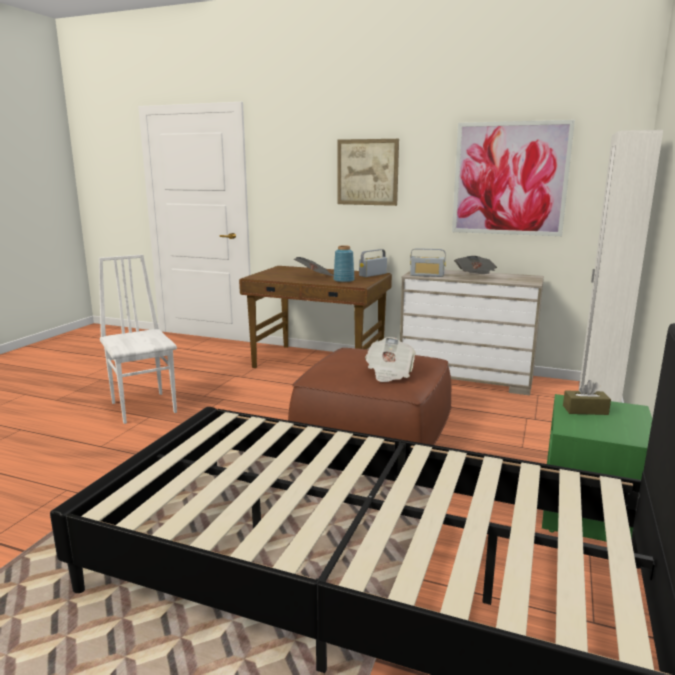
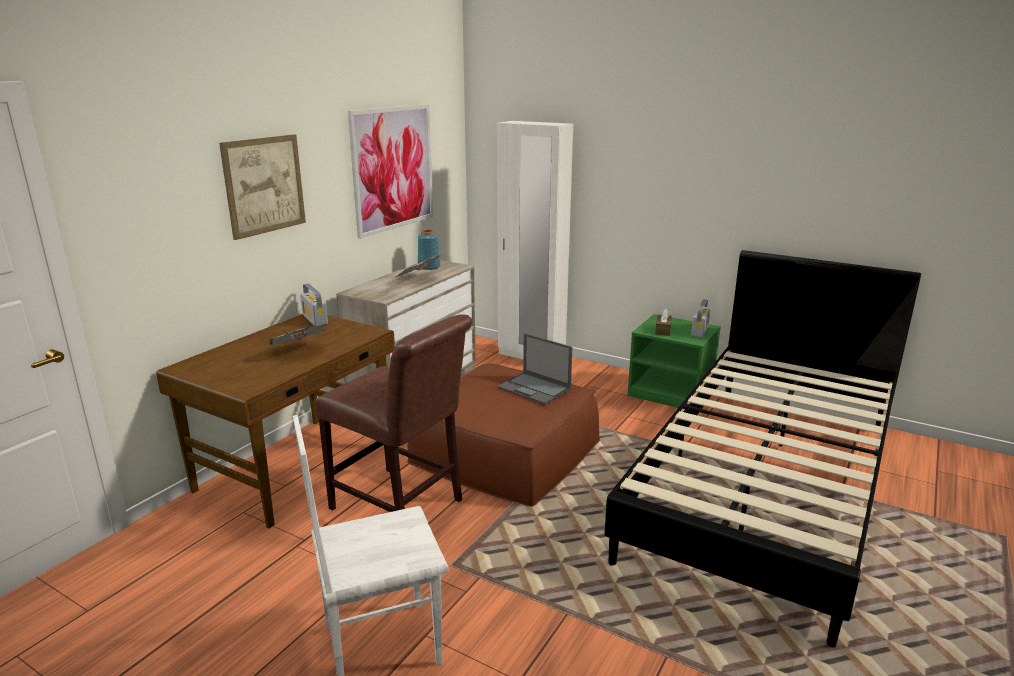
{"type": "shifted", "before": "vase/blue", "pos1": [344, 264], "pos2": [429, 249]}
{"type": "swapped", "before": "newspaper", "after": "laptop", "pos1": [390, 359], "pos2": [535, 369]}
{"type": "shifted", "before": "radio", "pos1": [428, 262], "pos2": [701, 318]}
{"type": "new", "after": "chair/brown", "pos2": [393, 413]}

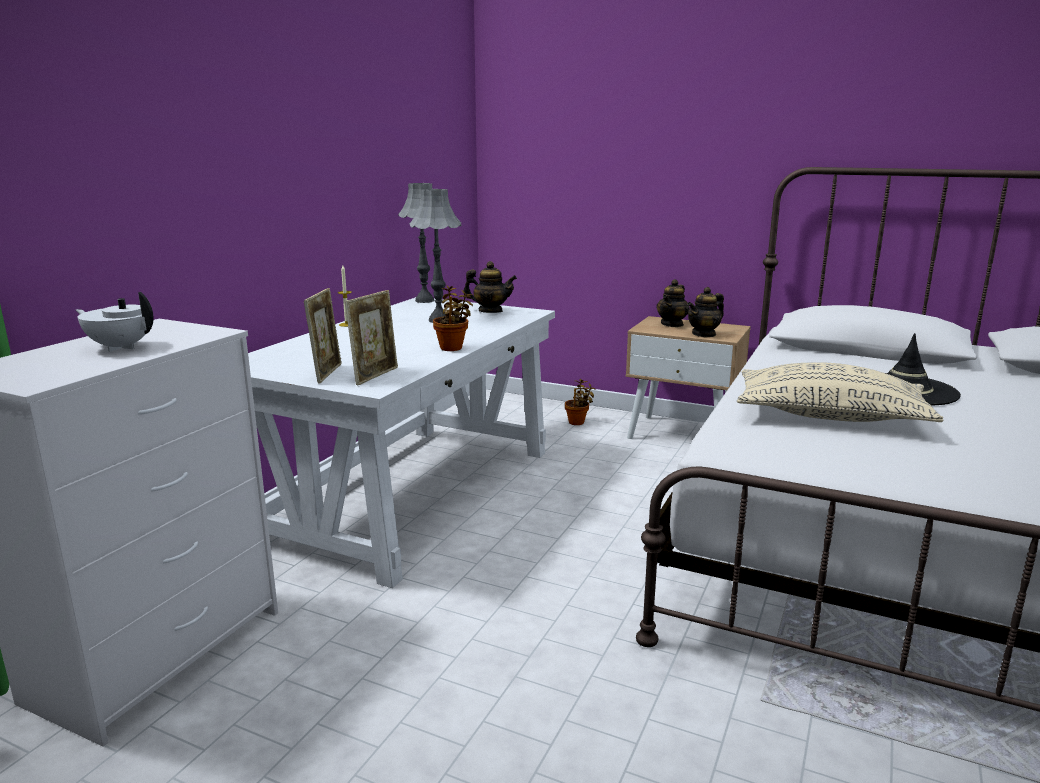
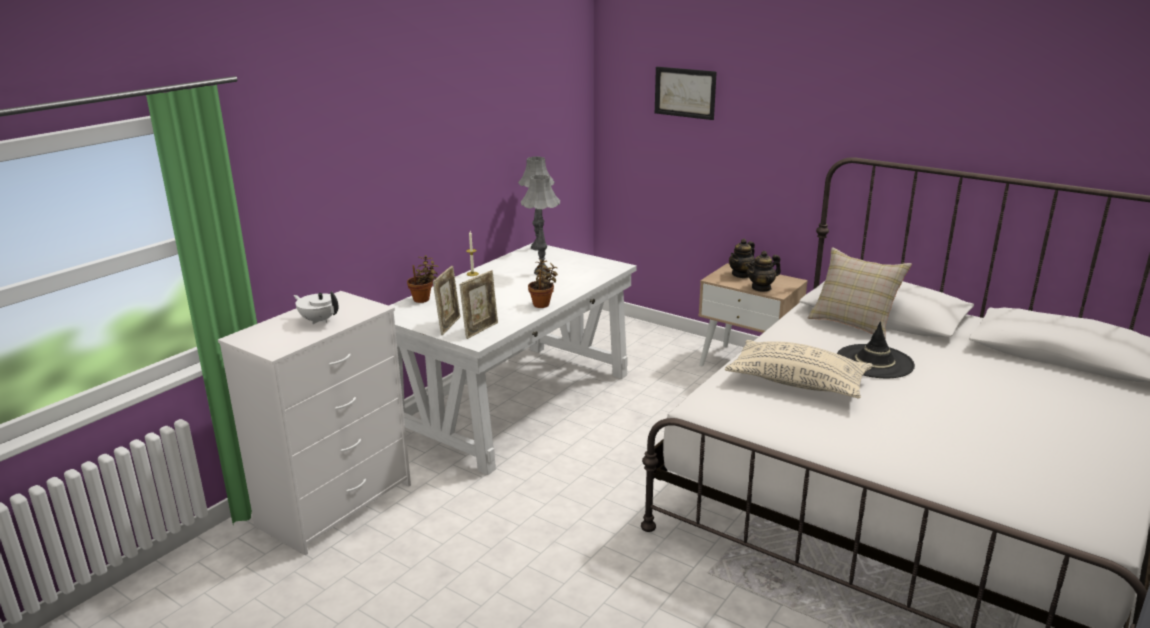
{"type": "gone", "before": "teapot", "pos1": [490, 287]}
{"type": "shifted", "before": "potted plant", "pos1": [580, 402], "pos2": [423, 279]}
{"type": "new", "after": "picture", "pos2": [686, 93]}
{"type": "new", "after": "pillow/beige", "pos2": [860, 293]}

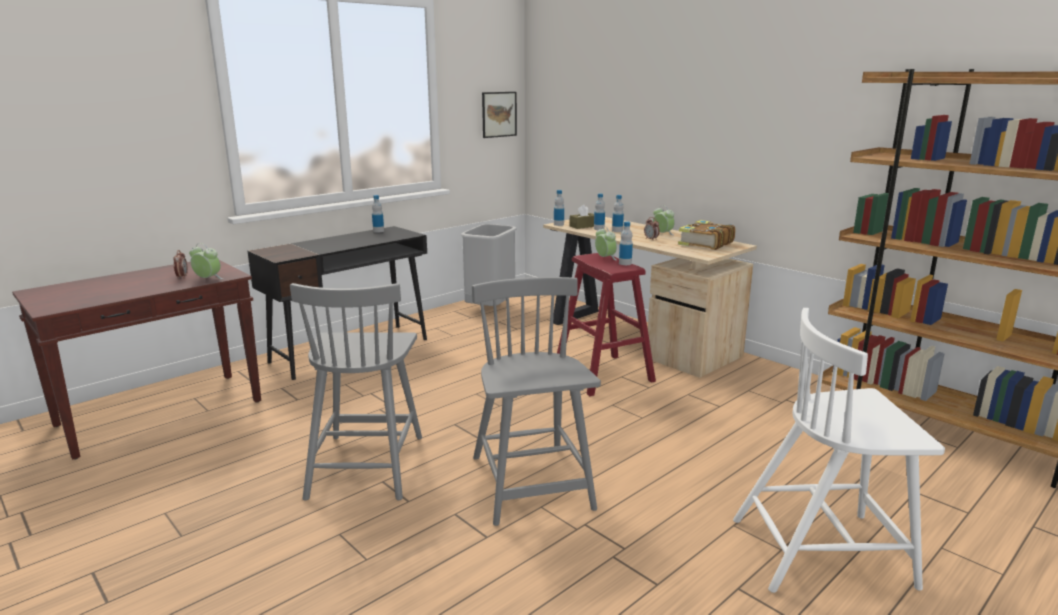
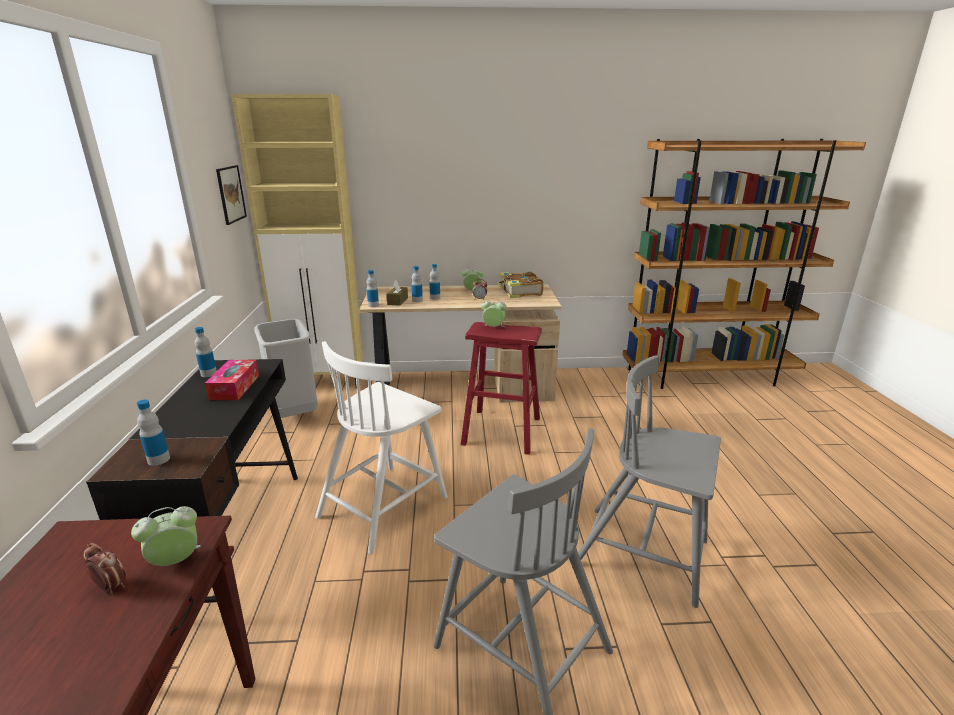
{"type": "shifted", "before": "bottle", "pos1": [626, 243], "pos2": [153, 432]}
{"type": "shifted", "before": "chair/white", "pos1": [839, 450], "pos2": [381, 447]}
{"type": "new", "after": "tissue box", "pos2": [232, 380]}
{"type": "new", "after": "cabinet/beige", "pos2": [297, 241]}

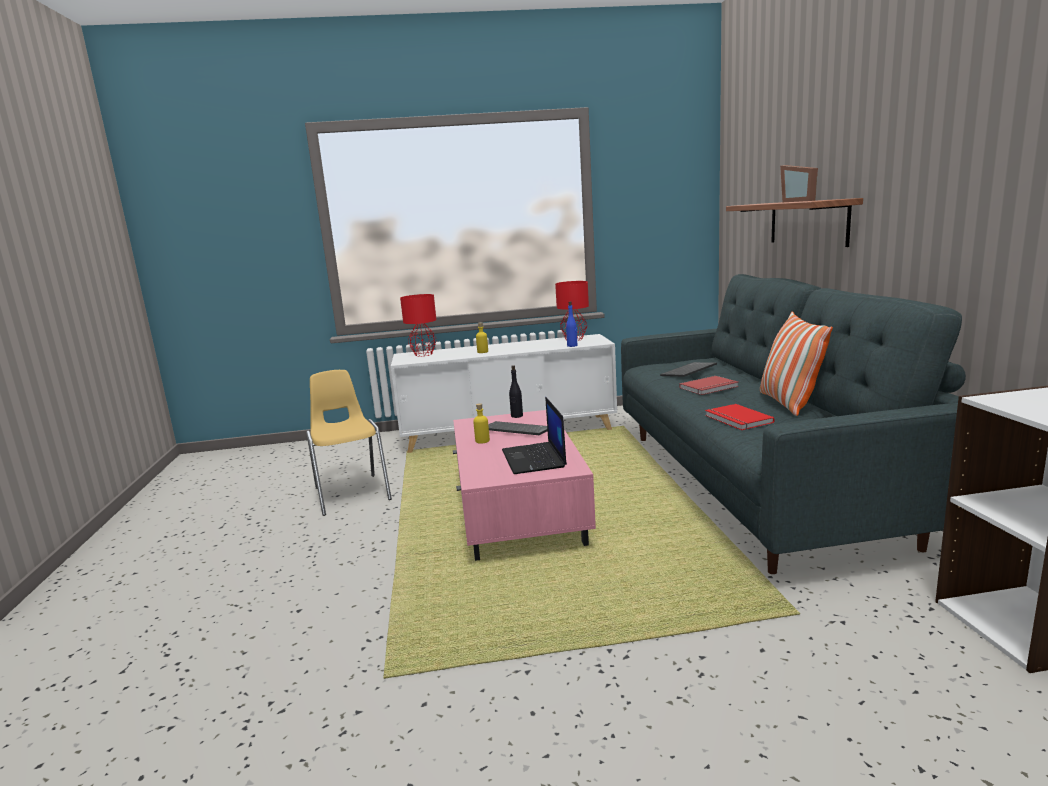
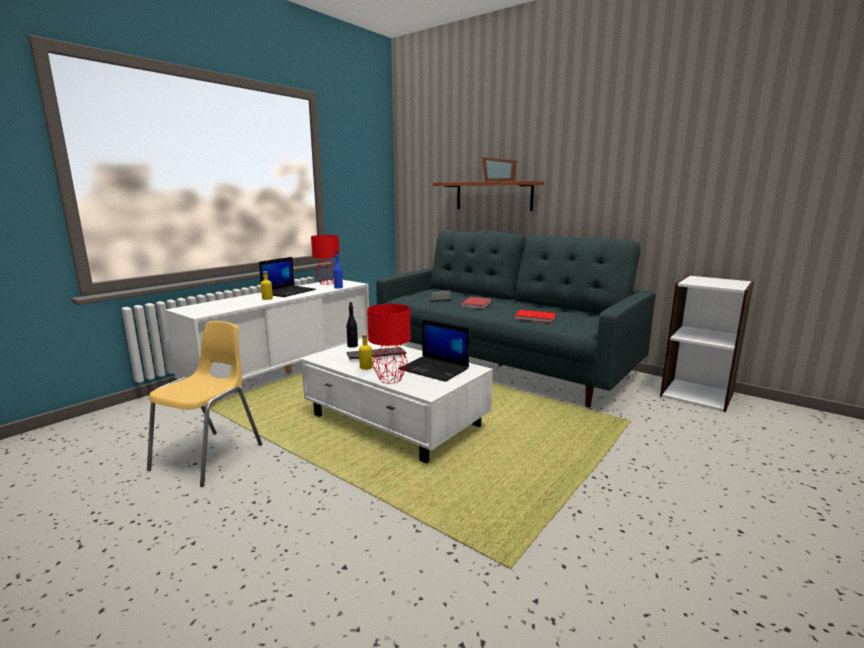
{"type": "rotated", "before": "chair/yellow", "pos1": [349, 443], "pos2": [204, 404], "turn": 90}
{"type": "shifted", "before": "table lamp/red", "pos1": [418, 325], "pos2": [389, 344]}
{"type": "repainted", "before": "coffee table/pink", "after": "coffee table/white", "pos1": [524, 485], "pos2": [397, 400]}
{"type": "gone", "before": "pillow", "pos1": [796, 363]}
{"type": "new", "after": "laptop", "pos2": [287, 277]}

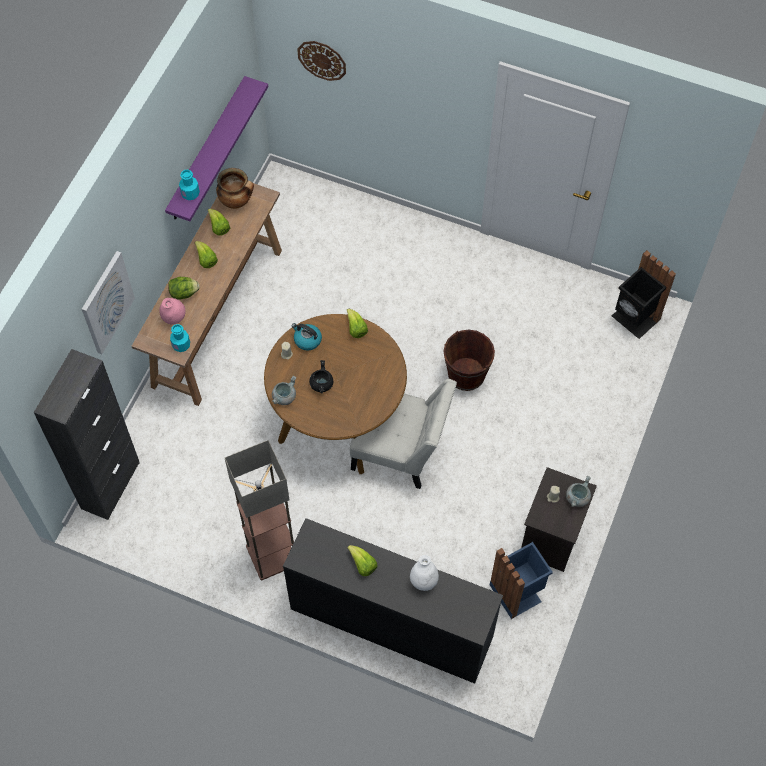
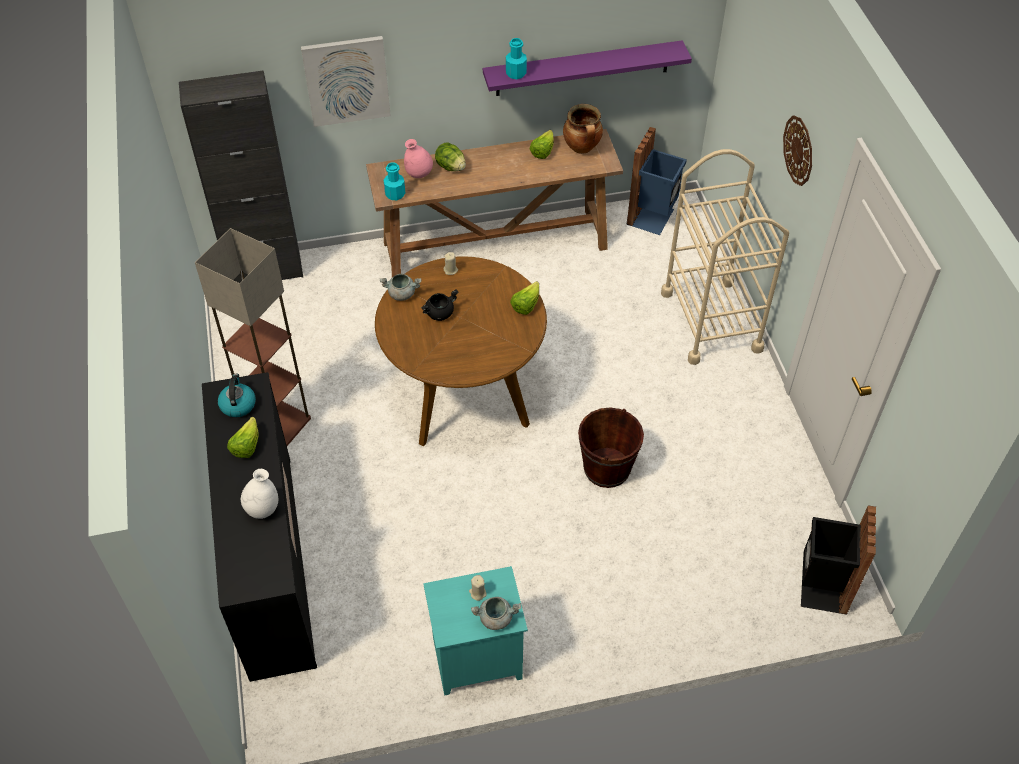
{"type": "gone", "before": "lettuce", "pos1": [206, 254]}
{"type": "shifted", "before": "kettle", "pos1": [306, 337], "pos2": [237, 395]}
{"type": "shifted", "before": "wall clock", "pos1": [321, 61], "pos2": [797, 150]}
{"type": "gone", "before": "chair/white", "pos1": [403, 434]}
{"type": "shifted", "before": "trash can/blue", "pos1": [521, 580], "pos2": [657, 181]}
{"type": "repainted", "before": "nightstand/black", "after": "nightstand/turquoise", "pos1": [559, 519], "pos2": [475, 631]}
{"type": "new", "after": "cart/beige", "pos2": [725, 257]}

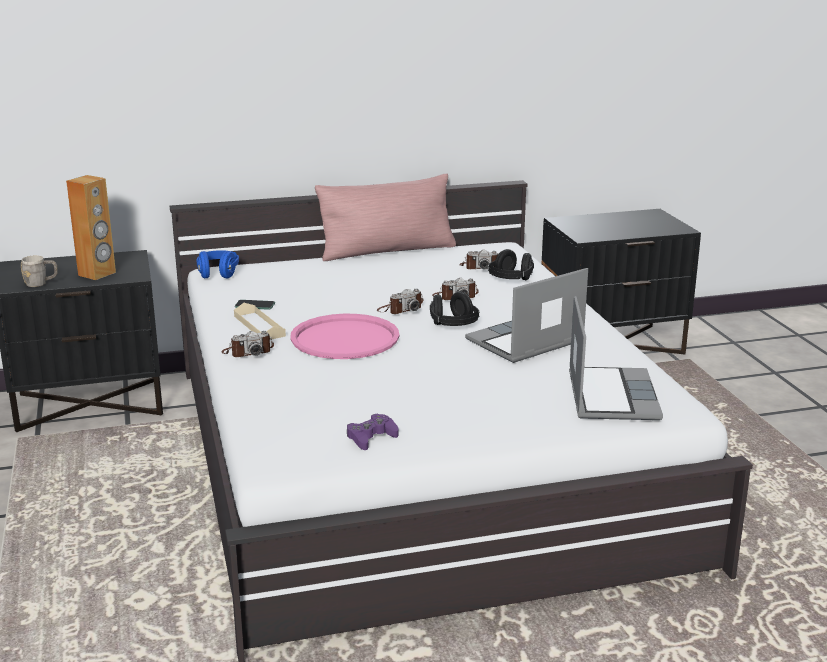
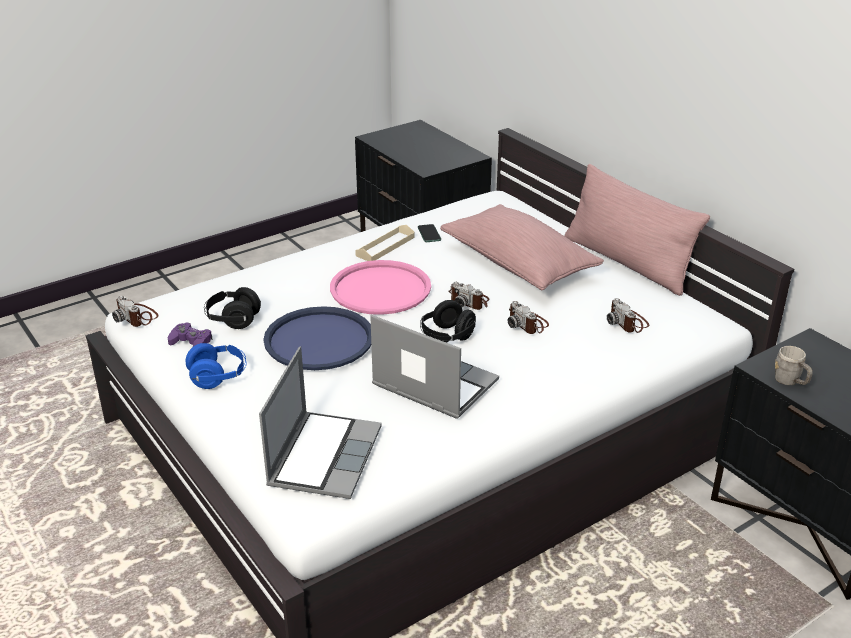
{"type": "shifted", "before": "mug/grey", "pos1": [39, 271], "pos2": [794, 365]}
{"type": "gone", "before": "speaker/brown", "pos1": [91, 227]}
{"type": "shifted", "before": "headphones/blue", "pos1": [217, 264], "pos2": [216, 366]}
{"type": "shifted", "before": "photo camera", "pos1": [248, 344], "pos2": [135, 311]}
{"type": "shifted", "before": "headphones/black", "pos1": [511, 264], "pos2": [232, 308]}
{"type": "rotated", "before": "laptop", "pos1": [616, 358], "pos2": [320, 422], "turn": -60}
{"type": "new", "after": "tray/blue", "pos2": [317, 338]}
{"type": "new", "after": "pillow/pink", "pos2": [522, 247]}

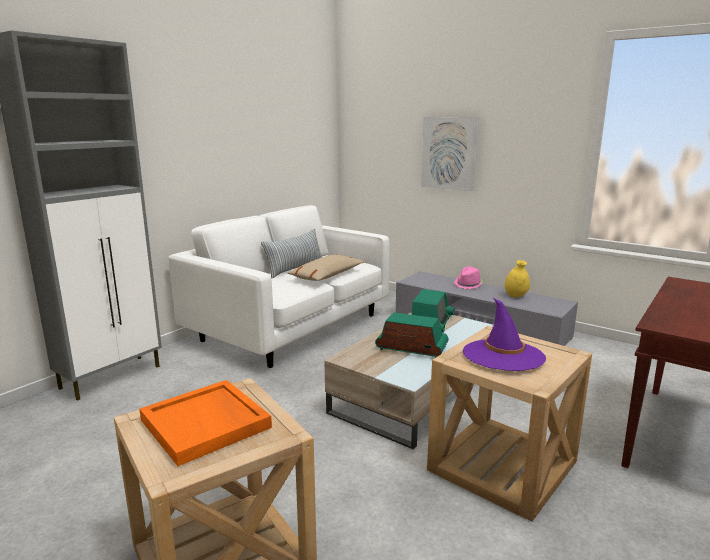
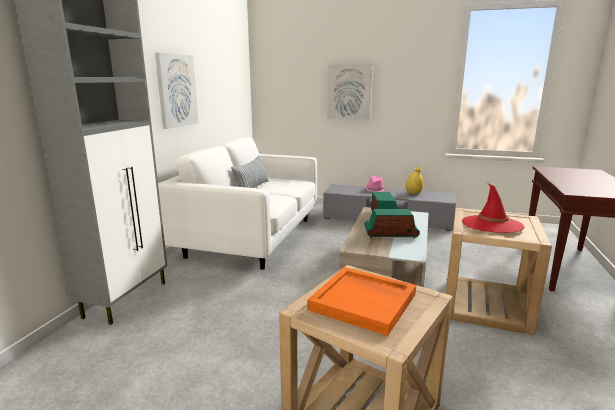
{"type": "gone", "before": "pillow/beige", "pos1": [326, 267]}
{"type": "repainted", "before": "hat/purple", "after": "hat/red", "pos1": [504, 334], "pos2": [493, 208]}
{"type": "new", "after": "picture", "pos2": [176, 91]}

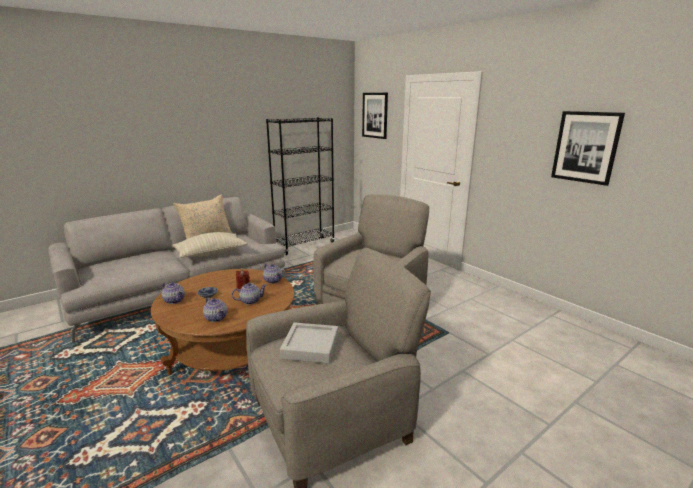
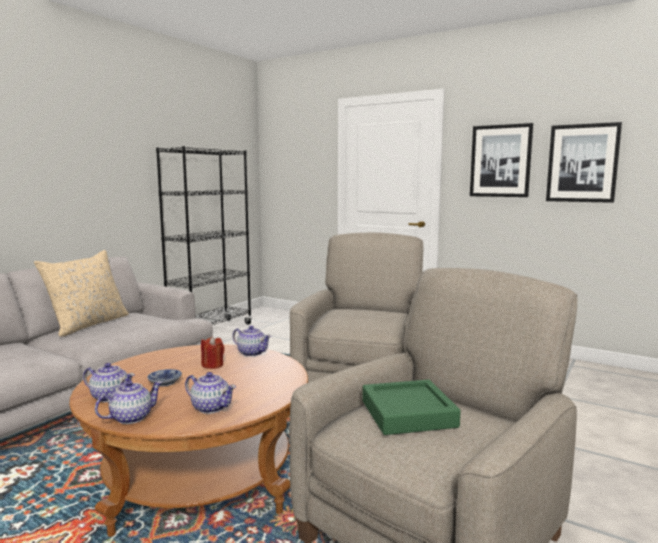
{"type": "gone", "before": "pillow/beige", "pos1": [210, 245]}
{"type": "shifted", "before": "teapot", "pos1": [249, 294], "pos2": [129, 402]}
{"type": "repainted", "before": "tray/grey", "after": "tray/green", "pos1": [309, 343], "pos2": [411, 407]}
{"type": "shifted", "before": "picture", "pos1": [375, 116], "pos2": [501, 160]}

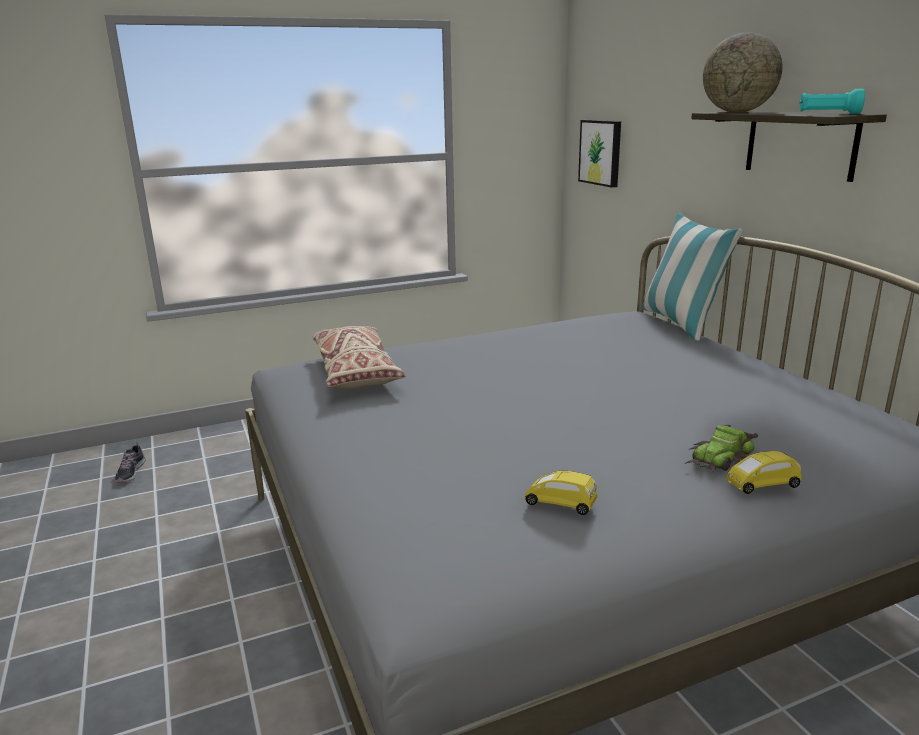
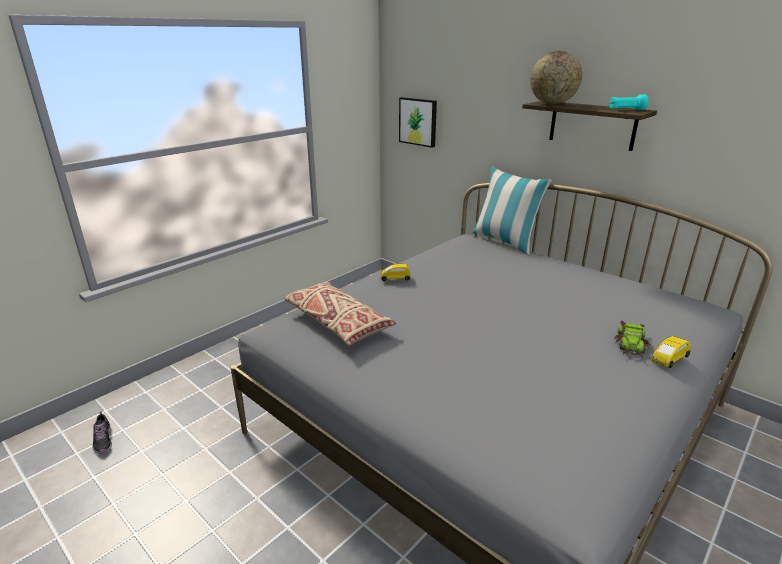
{"type": "shifted", "before": "toy car/yellow", "pos1": [560, 493], "pos2": [396, 272]}

